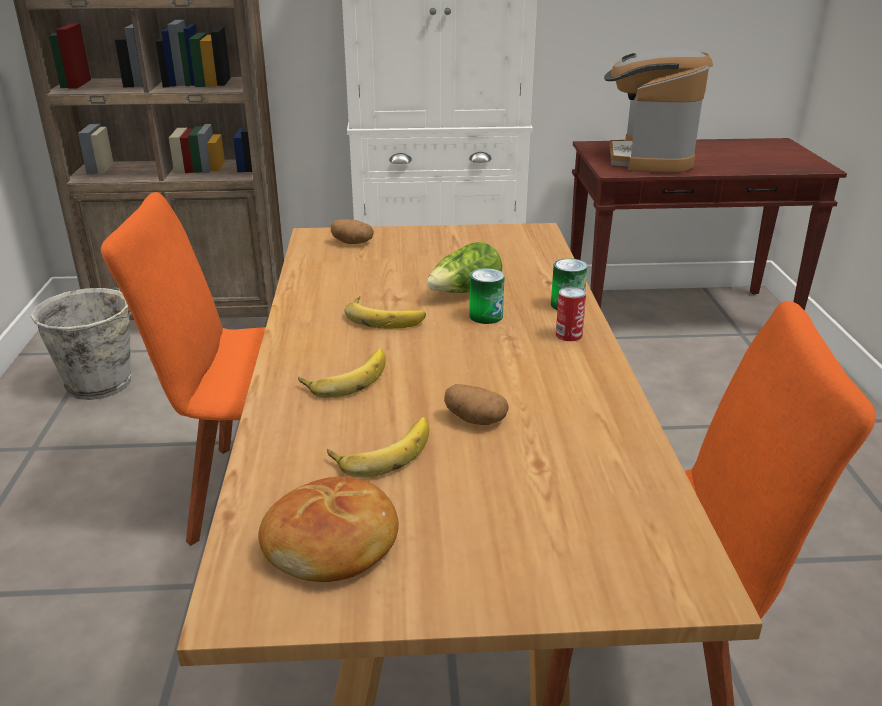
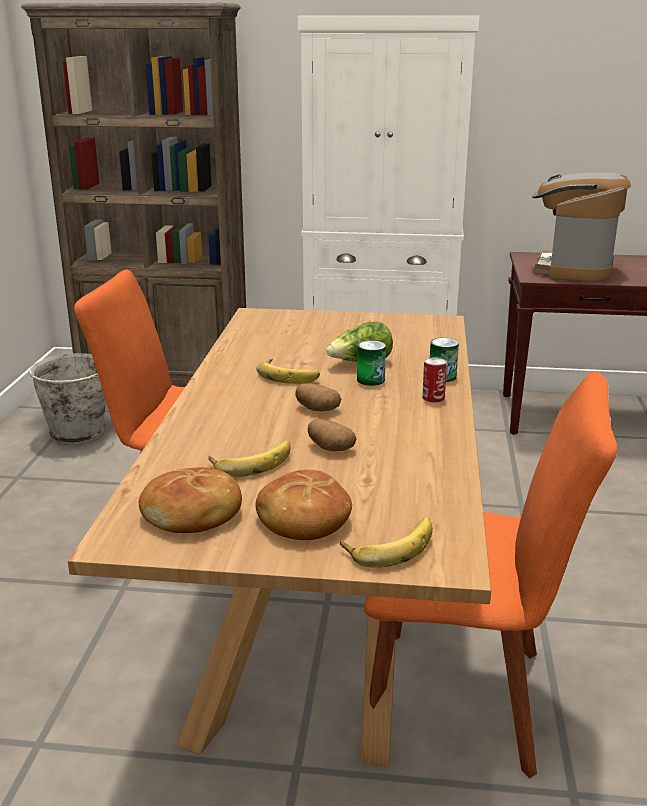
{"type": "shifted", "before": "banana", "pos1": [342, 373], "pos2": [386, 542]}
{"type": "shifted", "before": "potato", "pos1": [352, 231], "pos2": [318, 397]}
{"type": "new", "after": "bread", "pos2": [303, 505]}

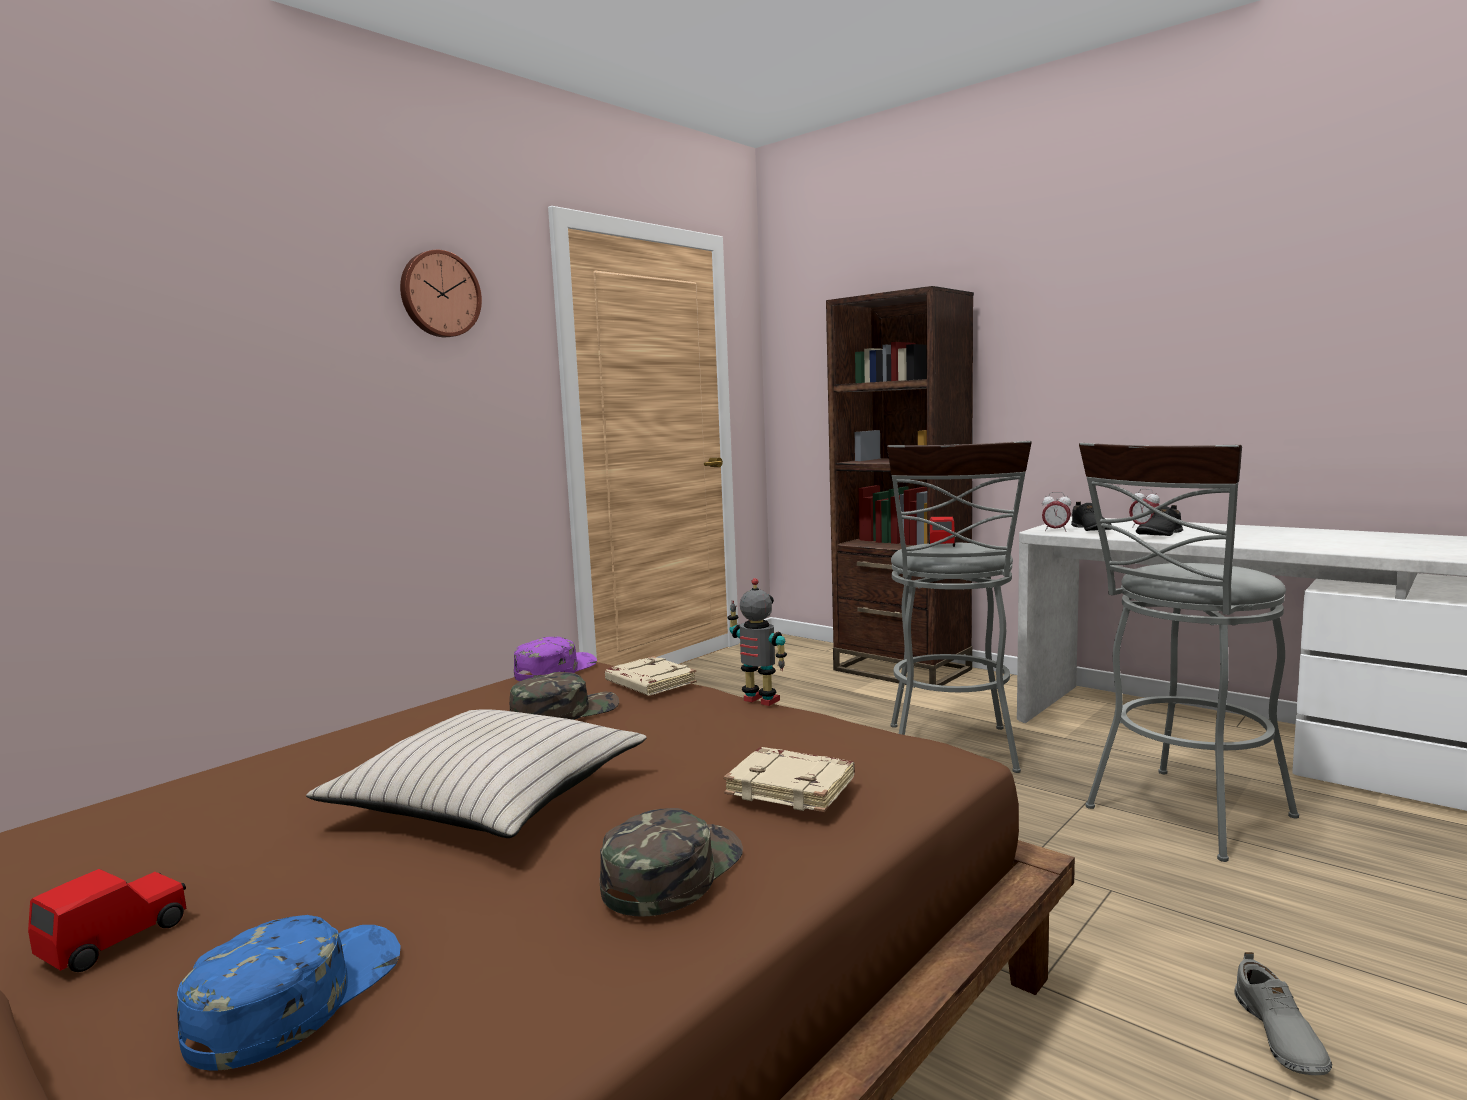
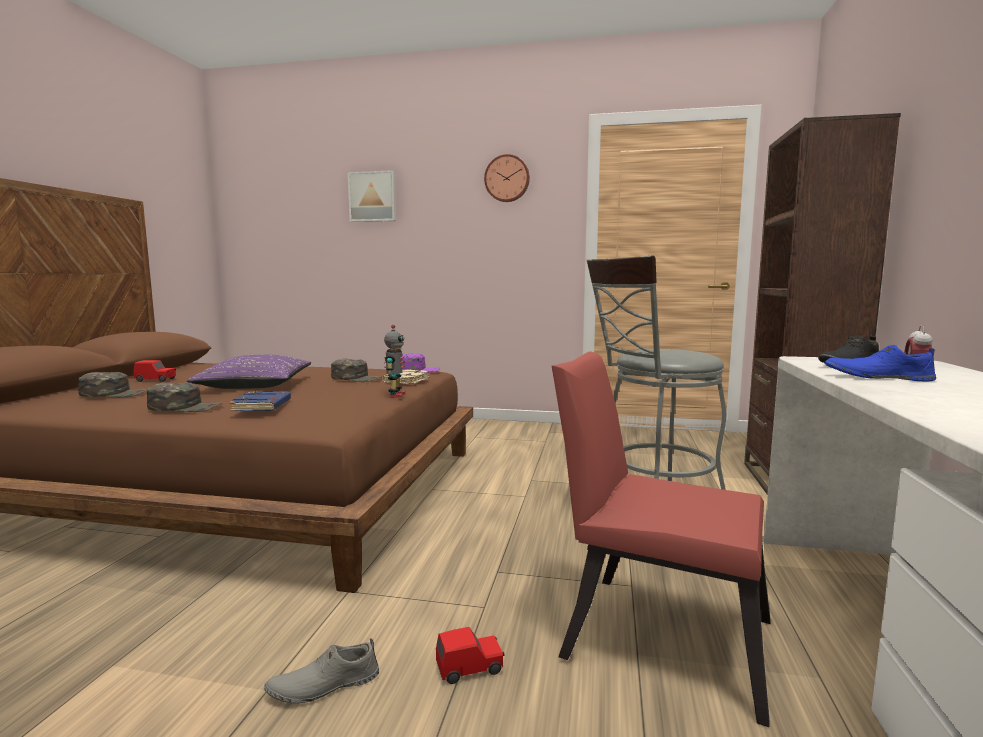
{"type": "repainted", "before": "cap/blue", "after": "cap/green", "pos1": [289, 992], "pos2": [113, 384]}
{"type": "repainted", "before": "pillow/beige", "after": "pillow/purple", "pos1": [476, 773], "pos2": [249, 372]}
{"type": "repainted", "before": "book/beige", "after": "book/blue", "pos1": [789, 779], "pos2": [260, 401]}
{"type": "shifted", "before": "toy car/red", "pos1": [942, 532], "pos2": [470, 655]}
{"type": "gone", "before": "alarm clock", "pos1": [1056, 512]}
{"type": "swapped", "before": "stool/grey", "after": "chair/red", "pos1": [1189, 652], "pos2": [661, 539]}
{"type": "repainted", "before": "shoe/black", "after": "shoe/blue", "pos1": [1159, 520], "pos2": [880, 363]}
{"type": "new", "after": "picture", "pos2": [372, 196]}

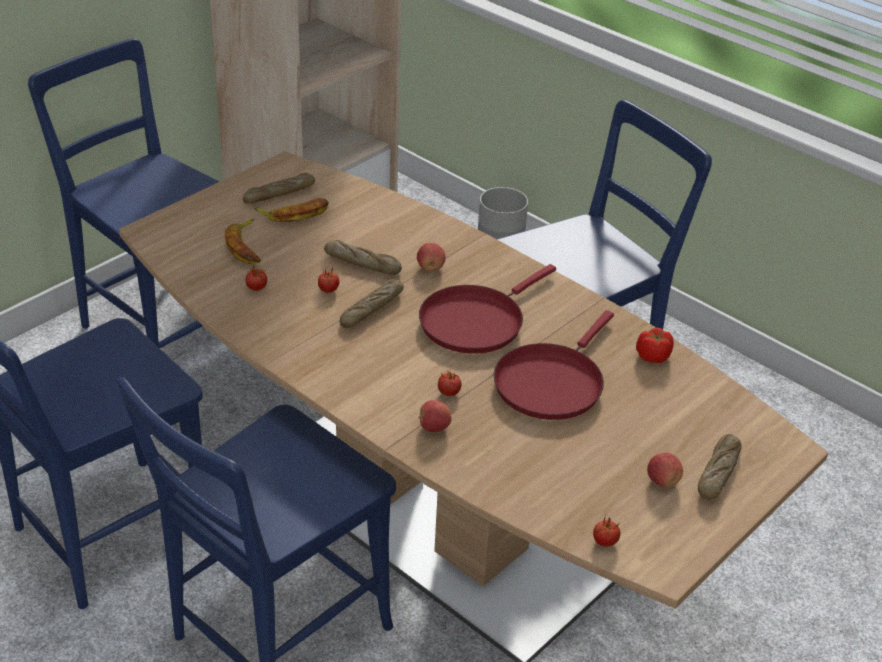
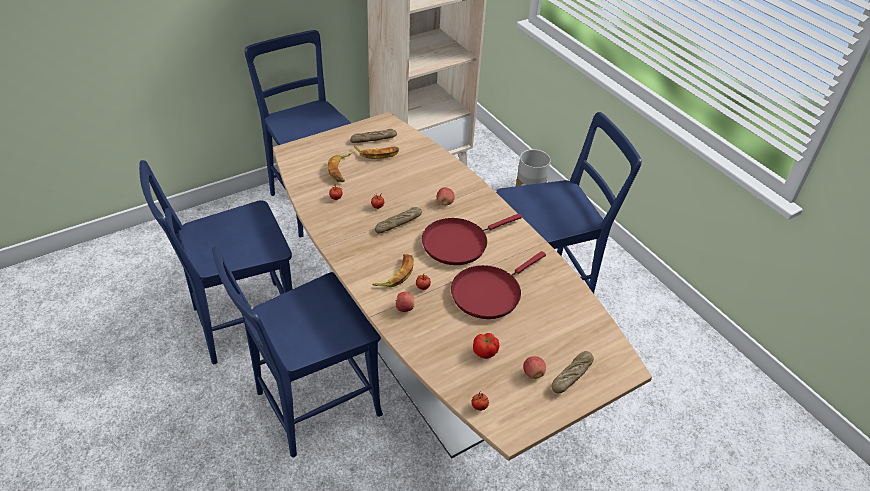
{"type": "gone", "before": "bread", "pos1": [363, 257]}
{"type": "shifted", "before": "tomato", "pos1": [655, 345], "pos2": [486, 346]}
{"type": "new", "after": "banana", "pos2": [393, 270]}

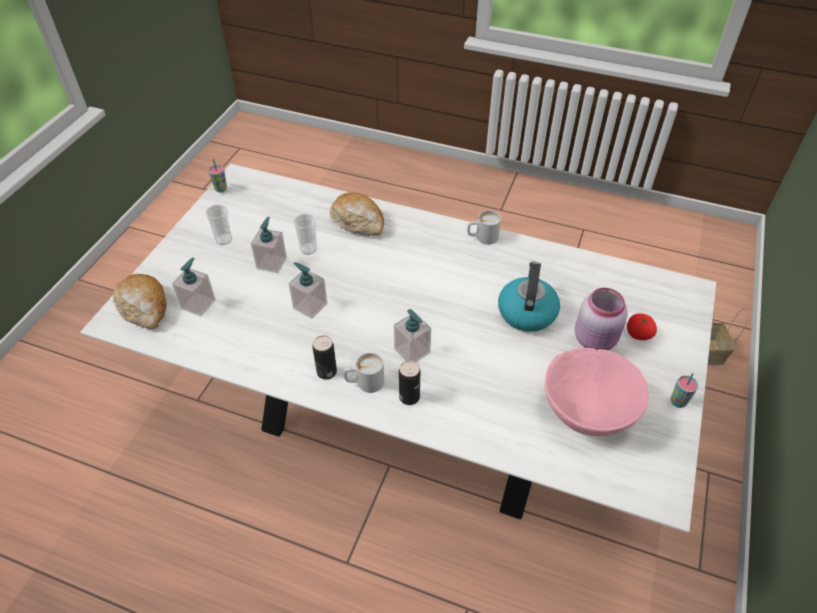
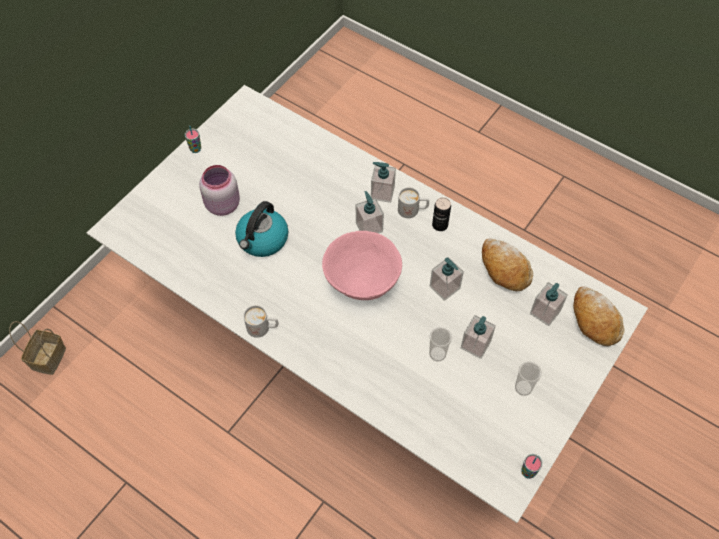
{"type": "shifted", "before": "bread", "pos1": [357, 214], "pos2": [507, 265]}
{"type": "swapped", "before": "can", "after": "soap dispenser", "pos1": [409, 382], "pos2": [383, 182]}
{"type": "shifted", "before": "bowl/pink", "pos1": [596, 392], "pos2": [362, 265]}
{"type": "gone", "before": "tomato", "pos1": [642, 326]}

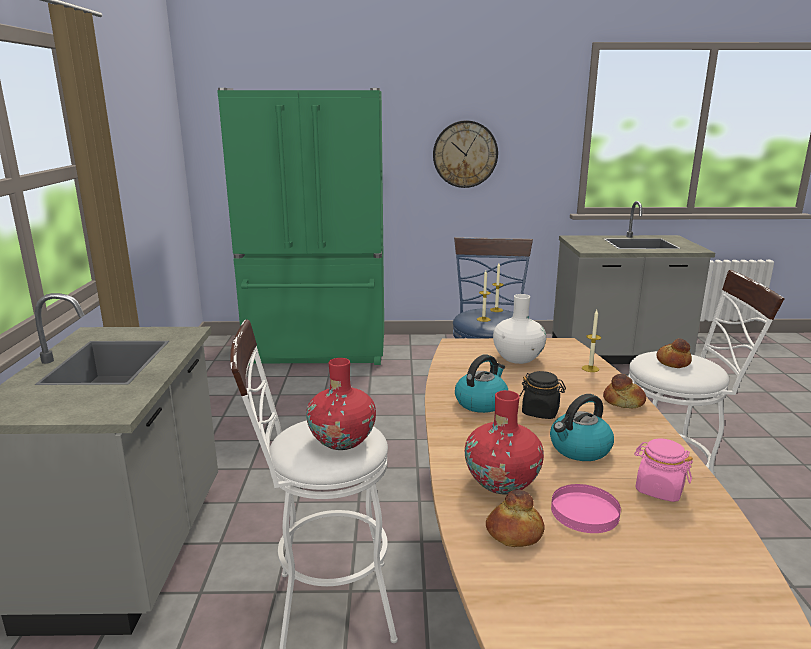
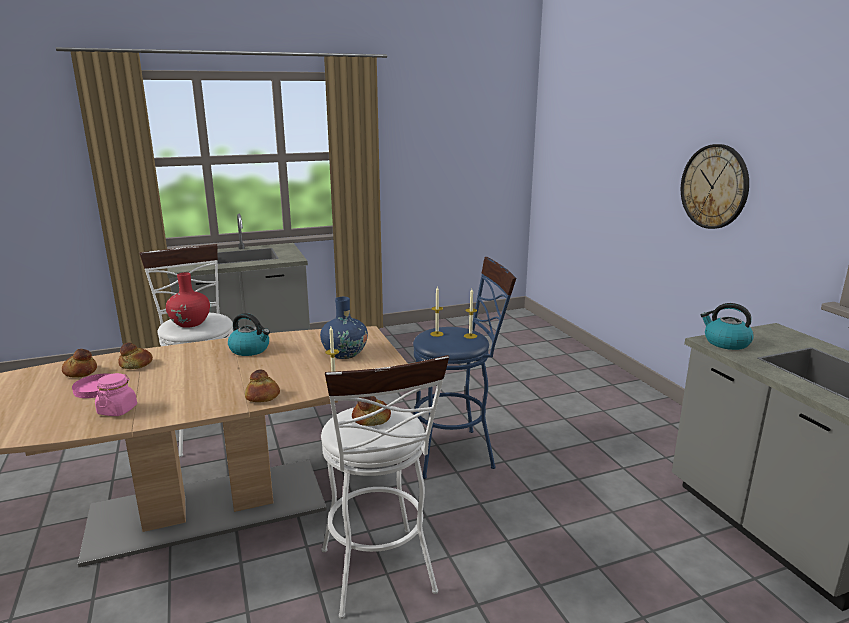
{"type": "gone", "before": "fridge/green", "pos1": [300, 227]}
{"type": "swapped", "before": "vase/red", "after": "bread", "pos1": [504, 442], "pos2": [135, 356]}
{"type": "repainted", "before": "vase/white", "after": "vase/blue", "pos1": [519, 329], "pos2": [344, 328]}
{"type": "gone", "before": "jar/black", "pos1": [543, 395]}
{"type": "shifted", "before": "kettle", "pos1": [582, 427], "pos2": [727, 326]}

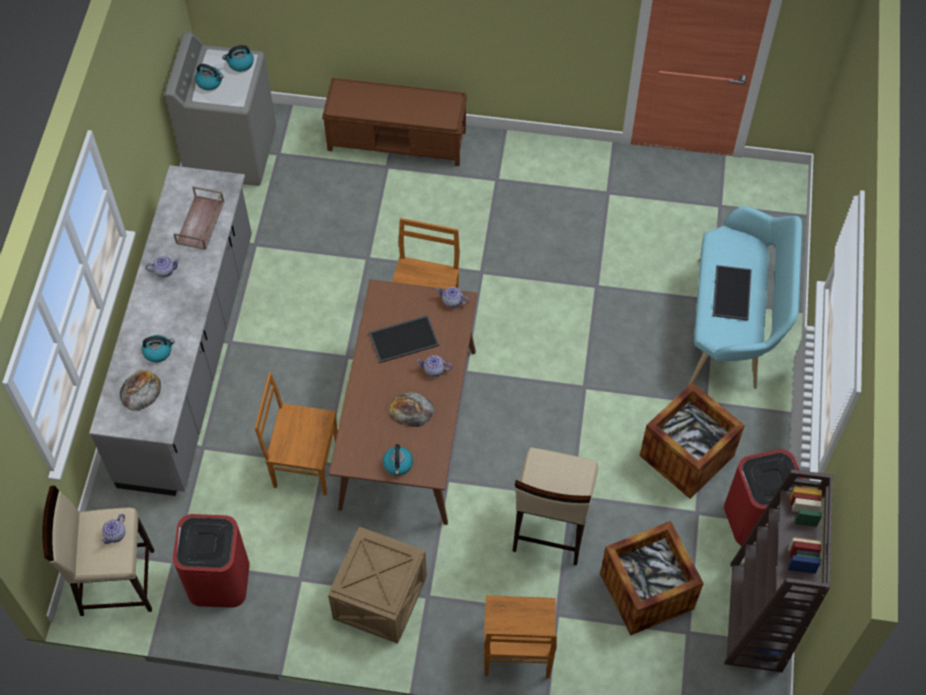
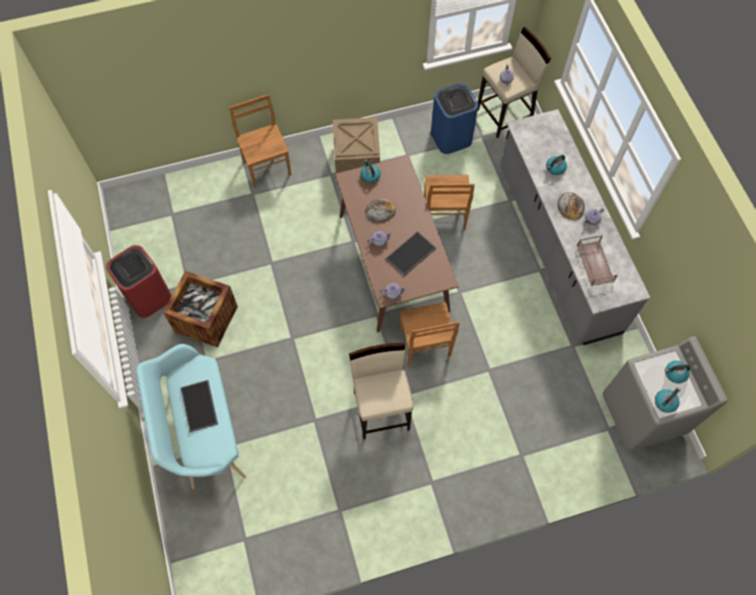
{"type": "shifted", "before": "bread", "pos1": [140, 390], "pos2": [571, 206]}
{"type": "repainted", "before": "trash can/red", "after": "trash can/blue", "pos1": [211, 561], "pos2": [454, 118]}
{"type": "rotated", "before": "chair/brown", "pos1": [296, 434], "pos2": [449, 202], "turn": 105}
{"type": "gone", "before": "bench/brown", "pos1": [394, 122]}
{"type": "shifted", "before": "stool/beige", "pos1": [555, 506], "pos2": [381, 391]}
{"type": "gone", "before": "crate", "pos1": [652, 578]}
{"type": "gone", "before": "bookcase/brown", "pos1": [778, 570]}

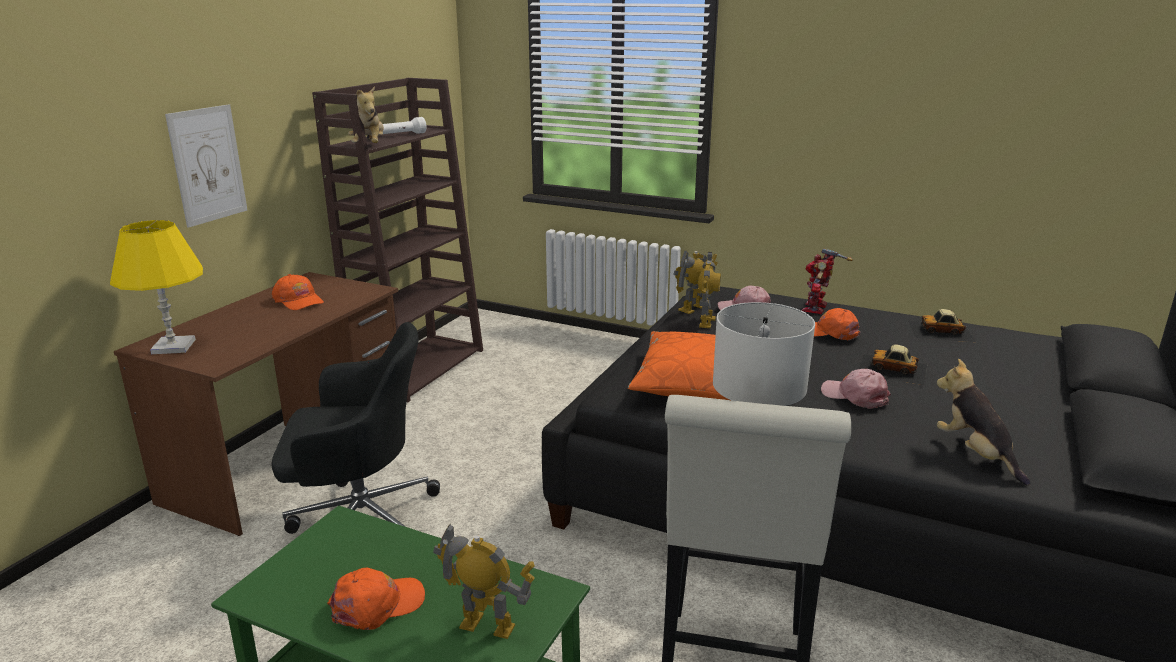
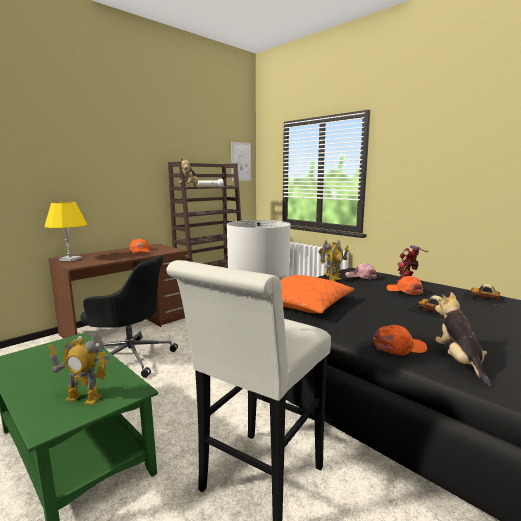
{"type": "shifted", "before": "picture", "pos1": [206, 166], "pos2": [241, 161]}
{"type": "shifted", "before": "cap/orange", "pos1": [376, 599], "pos2": [400, 340]}
{"type": "rotated", "before": "toy robot", "pos1": [484, 581], "pos2": [79, 369], "turn": 150}
{"type": "gone", "before": "cap/pink", "pos1": [856, 389]}

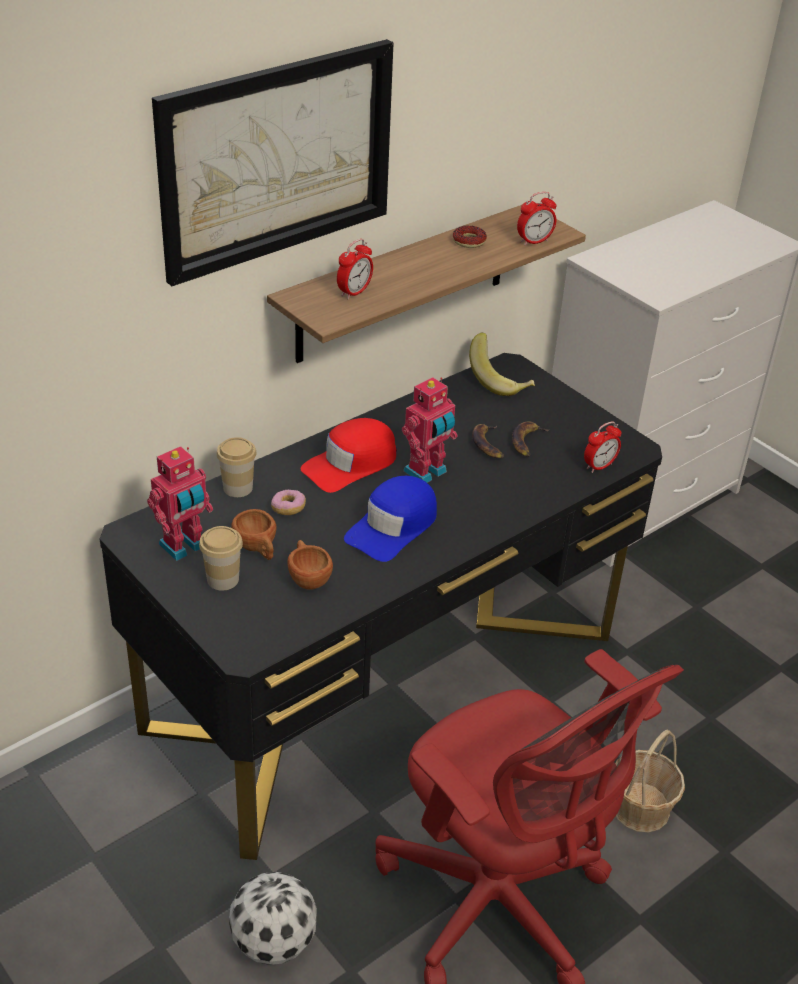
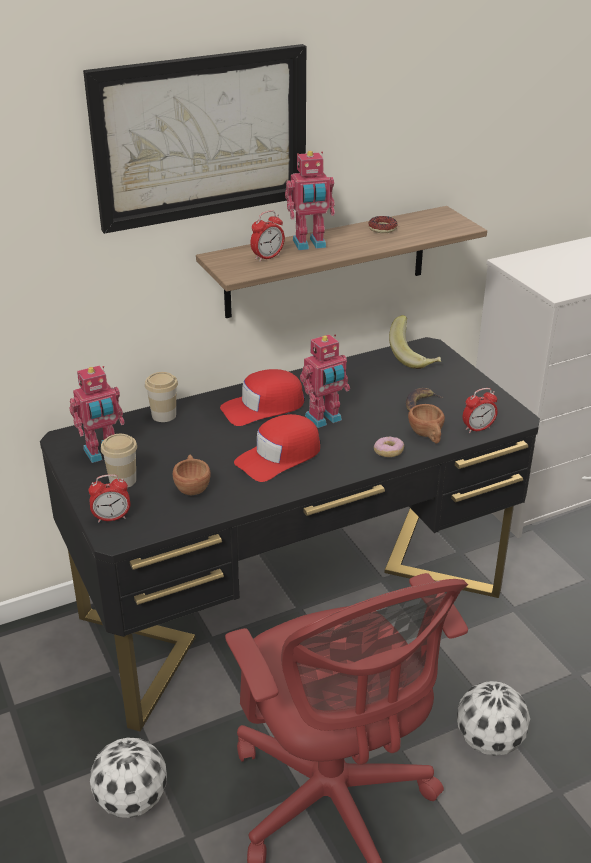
{"type": "shifted", "before": "cup/brown", "pos1": [254, 534], "pos2": [426, 424]}
{"type": "shifted", "before": "donut", "pos1": [288, 502], "pos2": [389, 447]}
{"type": "repainted", "before": "cap/blue", "after": "cap/red", "pos1": [390, 519], "pos2": [277, 448]}
{"type": "gone", "before": "banana", "pos1": [488, 441]}
{"type": "shifted", "before": "alarm clock", "pos1": [536, 219], "pos2": [109, 498]}
{"type": "swapped", "before": "basket", "after": "football", "pos1": [650, 781], "pos2": [493, 718]}
{"type": "new", "after": "toy robot", "pos2": [310, 200]}

